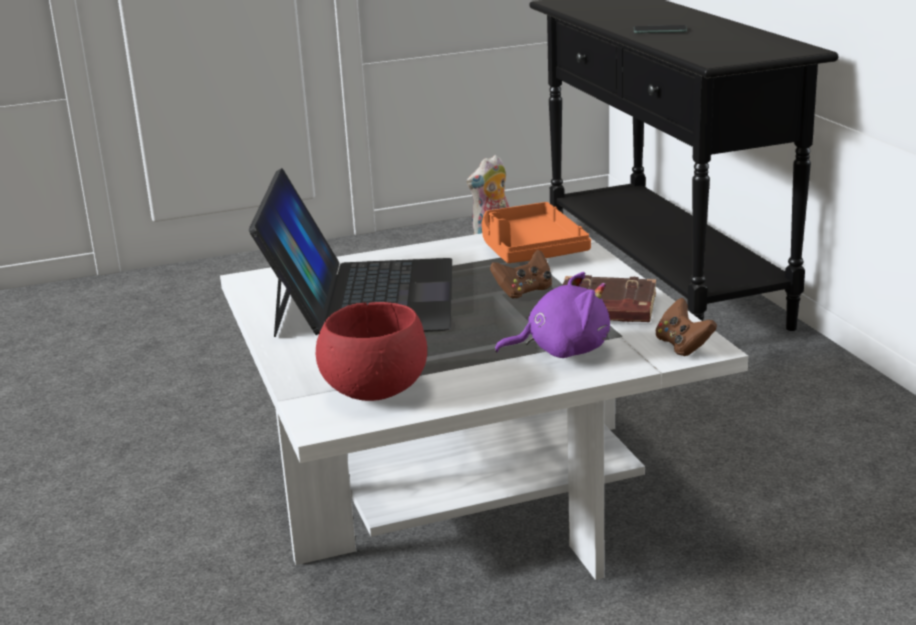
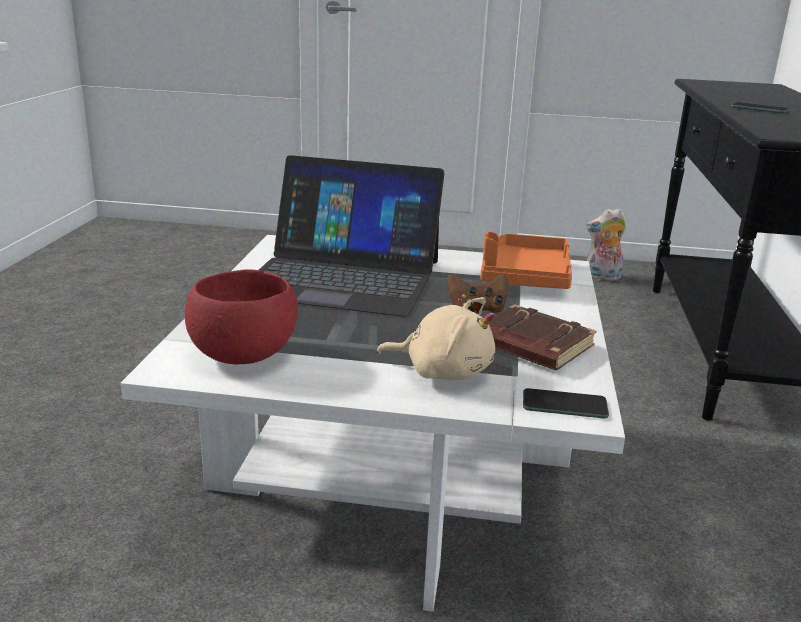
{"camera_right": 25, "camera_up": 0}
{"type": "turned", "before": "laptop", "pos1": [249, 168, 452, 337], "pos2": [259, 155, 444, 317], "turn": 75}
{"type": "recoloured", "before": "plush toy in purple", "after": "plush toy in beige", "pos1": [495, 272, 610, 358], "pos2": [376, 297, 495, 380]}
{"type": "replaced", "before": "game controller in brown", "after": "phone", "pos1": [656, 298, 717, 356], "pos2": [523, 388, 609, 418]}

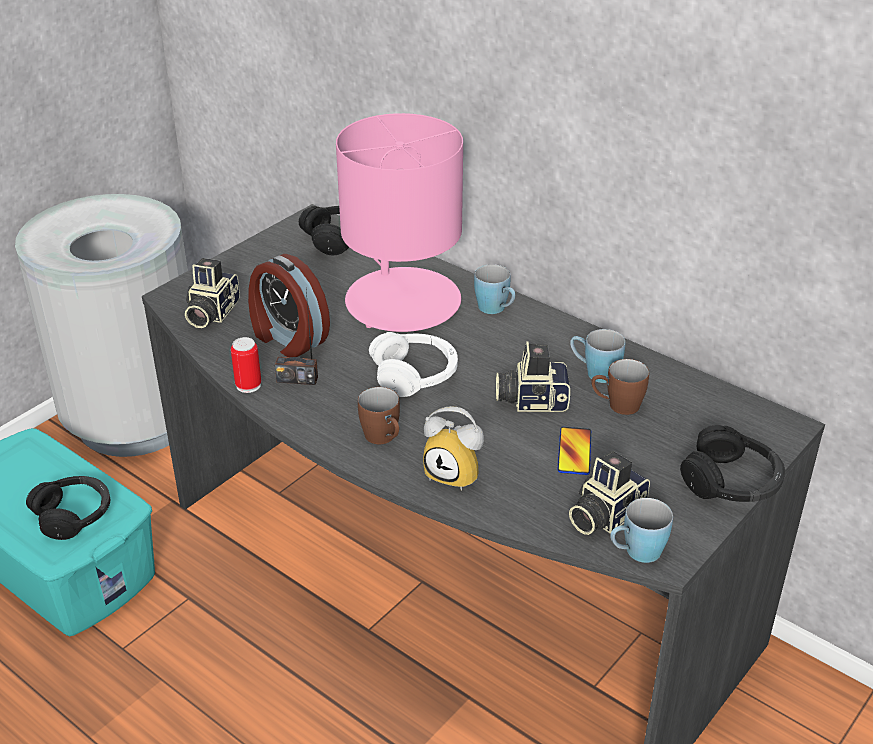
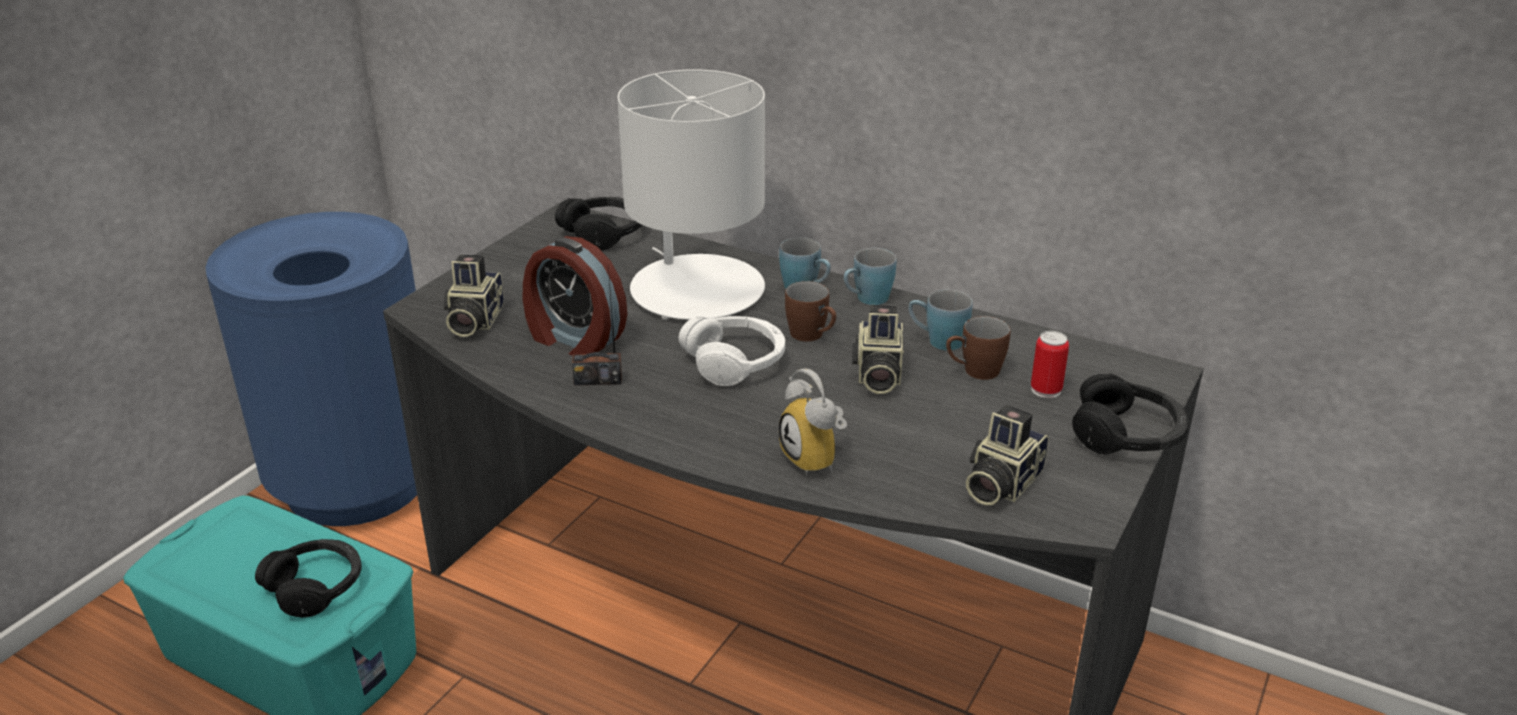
{"camera_right": -10, "camera_up": -5}
{"type": "recoloured", "before": "trash can in grey", "after": "trash can in blue", "pos1": [15, 194, 188, 457], "pos2": [206, 212, 417, 526]}
{"type": "recoloured", "before": "table lamp in pink", "after": "table lamp in white", "pos1": [336, 113, 463, 332], "pos2": [617, 69, 765, 320]}
{"type": "turned", "before": "alarm clock", "pos1": [423, 406, 484, 491], "pos2": [779, 368, 847, 476], "turn": 45}
{"type": "moved", "before": "mug in brown", "pos1": [358, 387, 400, 444], "pos2": [785, 281, 836, 342]}
{"type": "moved", "before": "mug in blue", "pos1": [610, 498, 673, 563], "pos2": [844, 248, 896, 305]}
{"type": "turned", "before": "photo camera", "pos1": [496, 341, 570, 412], "pos2": [852, 305, 904, 394], "turn": -75}
{"type": "moved", "before": "can", "pos1": [231, 337, 261, 393], "pos2": [1031, 331, 1069, 398]}
{"type": "removed", "before": "phone", "pos1": [557, 427, 591, 475]}

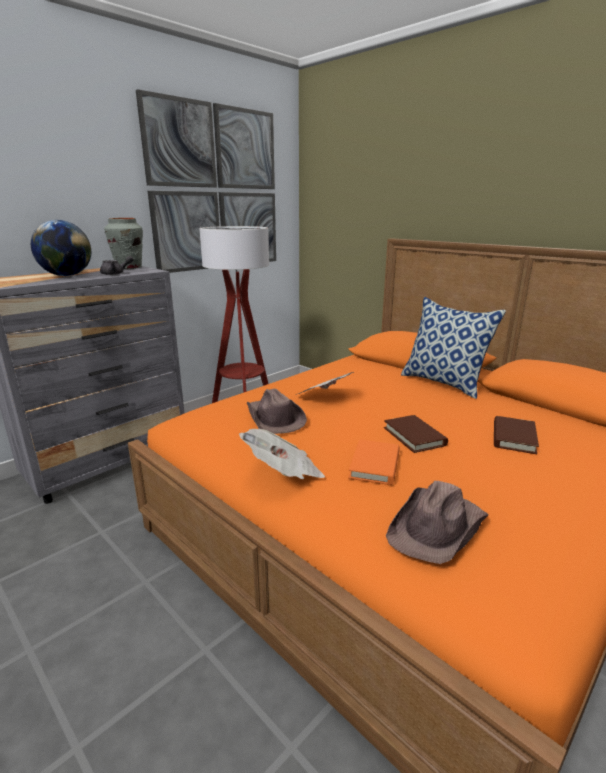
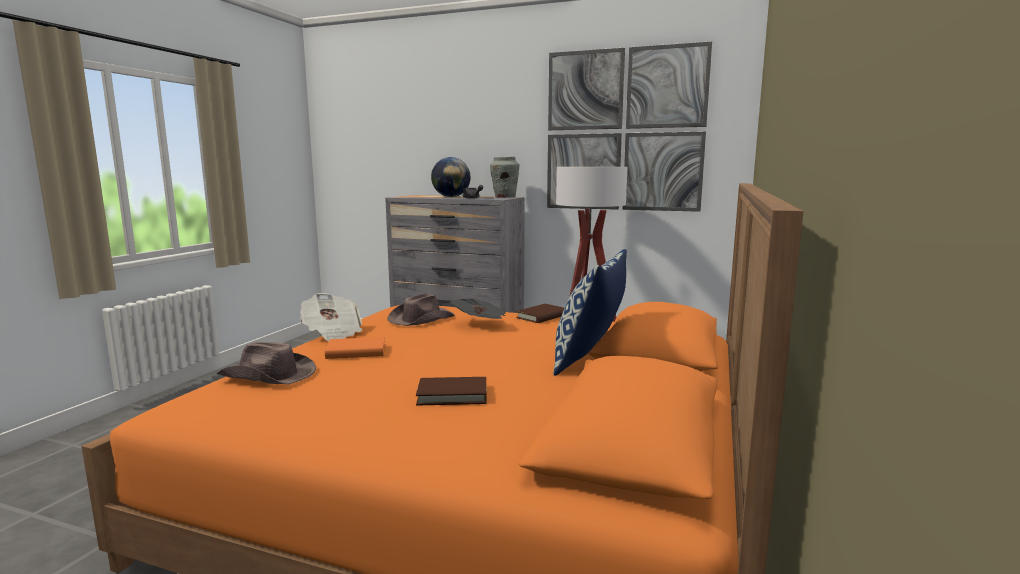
{"camera_right": 65, "camera_up": -10}
{"type": "moved", "before": "book in brown", "pos1": [384, 415, 448, 453], "pos2": [516, 304, 564, 323]}

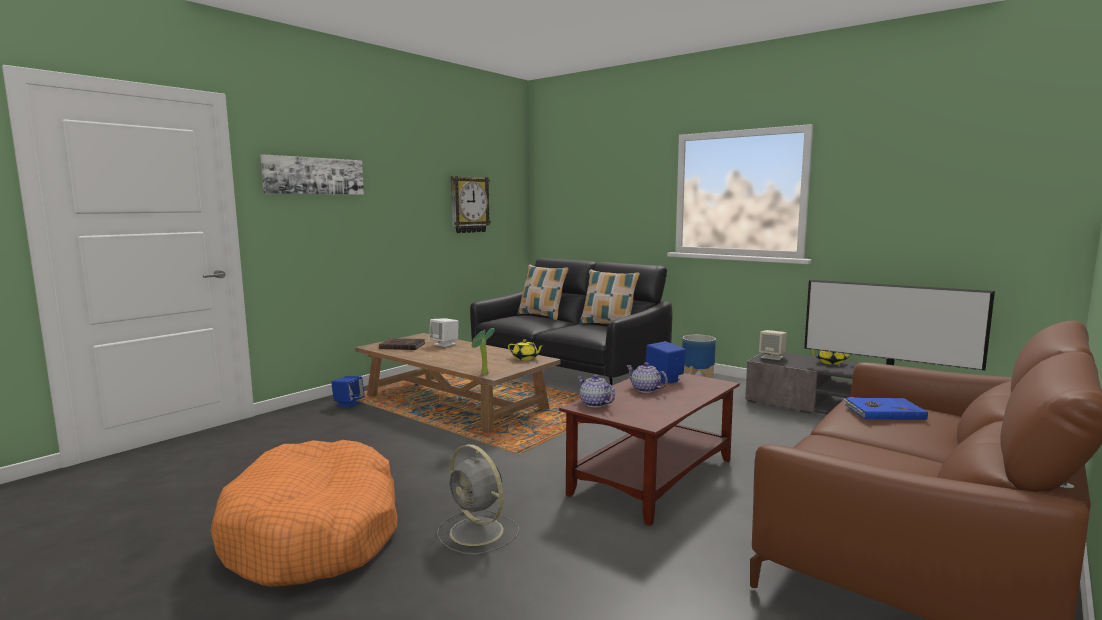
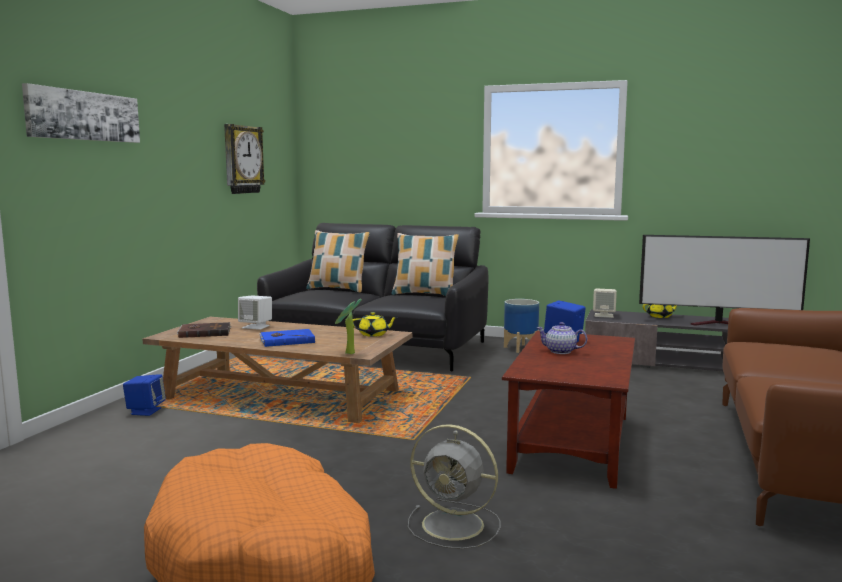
{"camera_right": -20, "camera_up": 0}
{"type": "moved", "before": "book in blue", "pos1": [843, 398, 928, 420], "pos2": [259, 329, 315, 347]}
{"type": "removed", "before": "teapot", "pos1": [577, 375, 615, 407]}

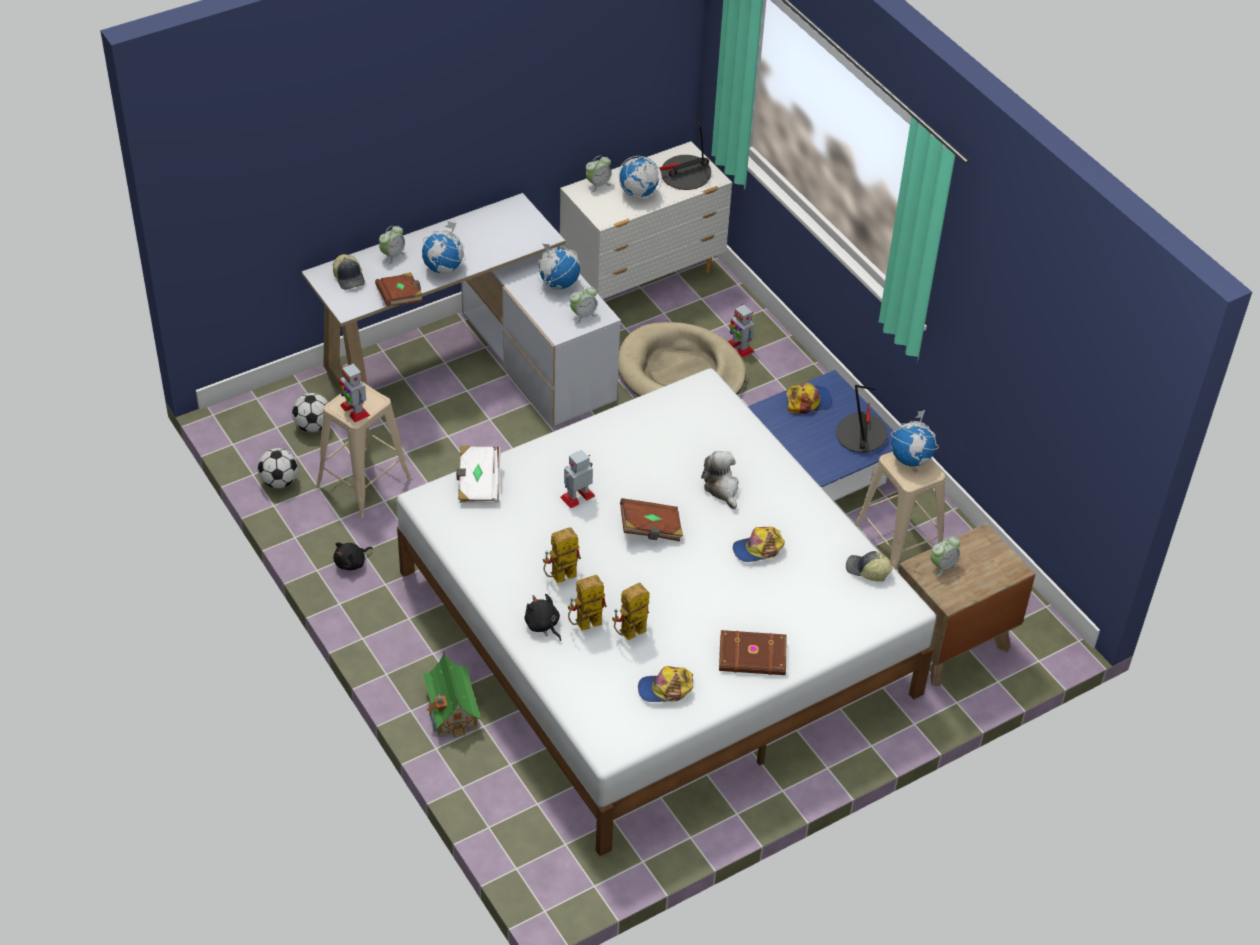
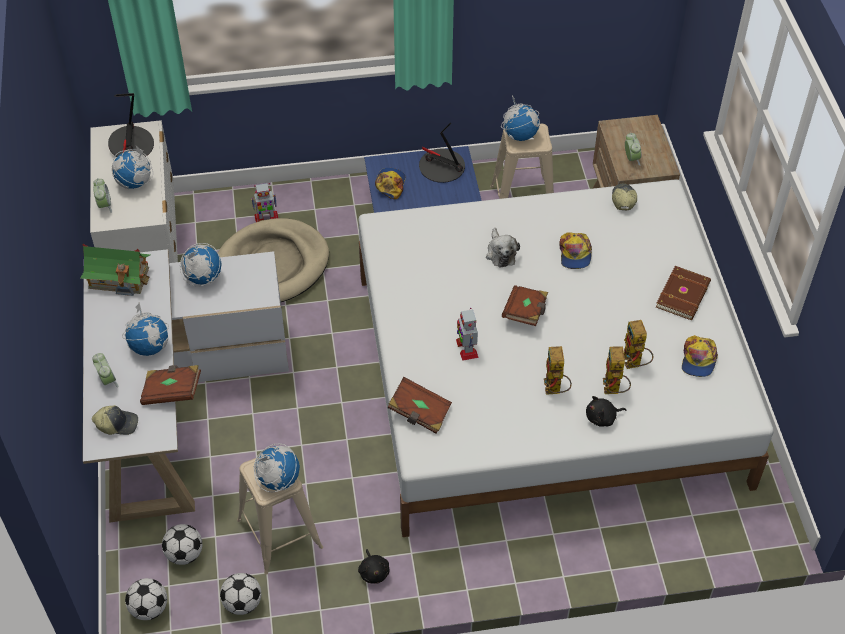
{"camera_right": -65, "camera_up": 5}
{"type": "moved", "before": "toy house", "pos1": [422, 653, 483, 737], "pos2": [80, 243, 150, 296]}
{"type": "added", "after": "football", "pos2": [125, 578, 167, 620]}
{"type": "replaced", "before": "toy robot", "after": "globe", "pos1": [340, 362, 370, 422], "pos2": [254, 443, 300, 492]}
{"type": "recoloured", "before": "book in white", "after": "book in brown", "pos1": [456, 446, 501, 503], "pos2": [387, 377, 452, 433]}
{"type": "turned", "before": "plush toy", "pos1": [701, 451, 739, 510], "pos2": [486, 228, 520, 268], "turn": -105}
{"type": "turned", "before": "cap", "pos1": [846, 551, 893, 582], "pos2": [612, 183, 637, 211], "turn": 135}
{"type": "removed", "before": "alarm clock", "pos1": [570, 286, 597, 323]}

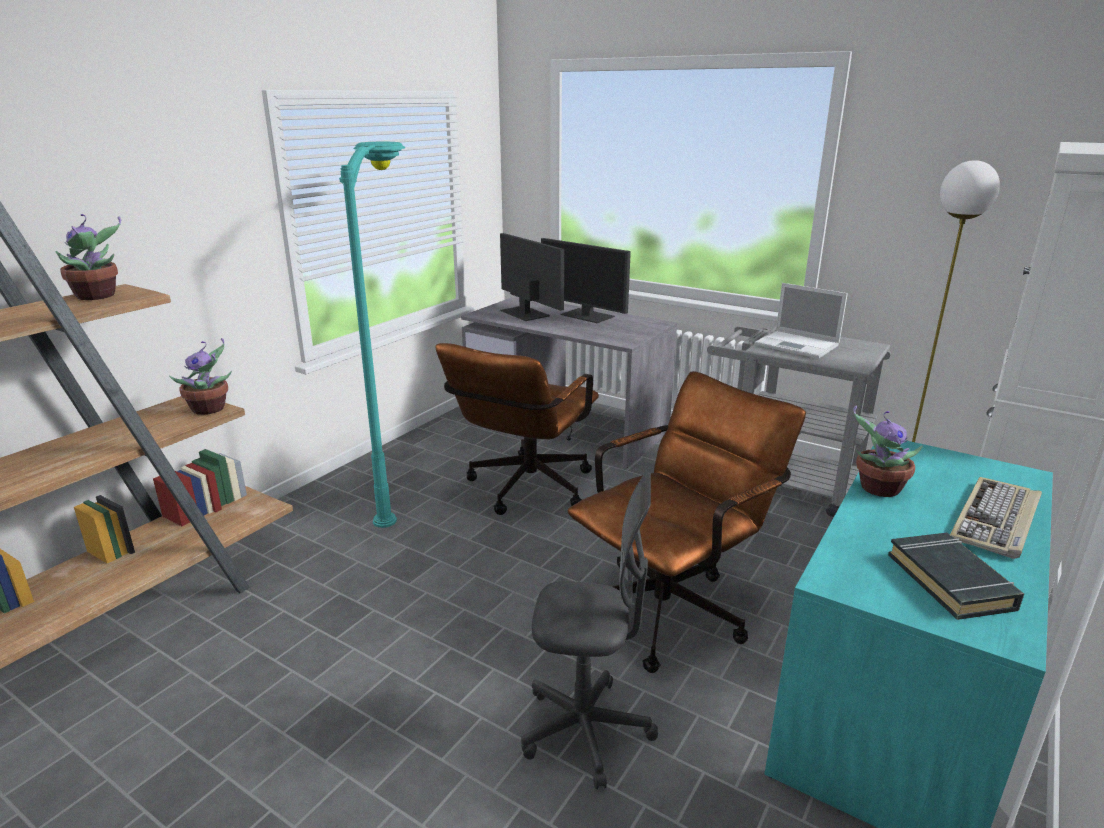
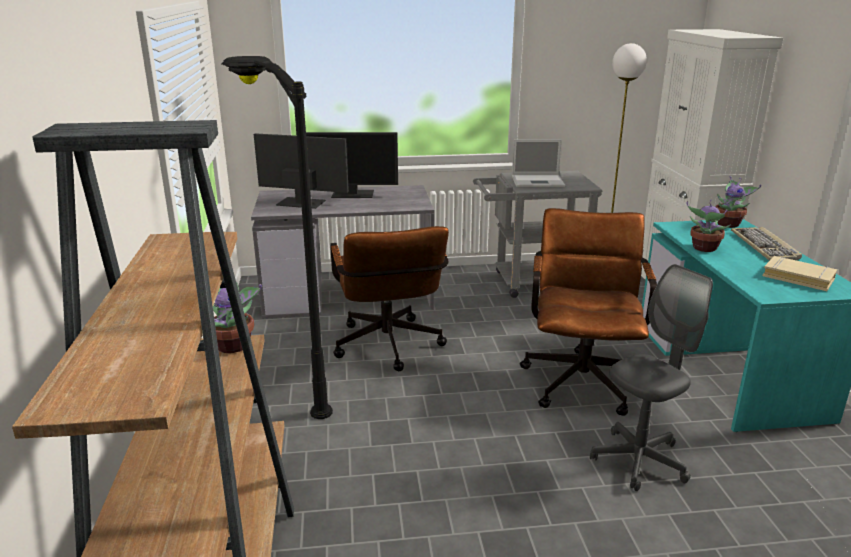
{"camera_right": -40, "camera_up": 0}
{"type": "recoloured", "before": "floor lamp in turquoise", "after": "floor lamp in black", "pos1": [339, 142, 405, 528], "pos2": [221, 56, 333, 419]}
{"type": "moved", "before": "potted plant", "pos1": [55, 214, 121, 300], "pos2": [716, 176, 761, 228]}
{"type": "recoloured", "before": "book in black", "after": "book in beige", "pos1": [888, 533, 1024, 620], "pos2": [763, 256, 837, 291]}

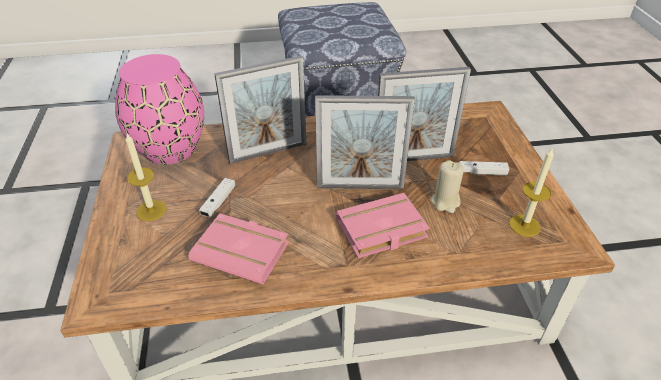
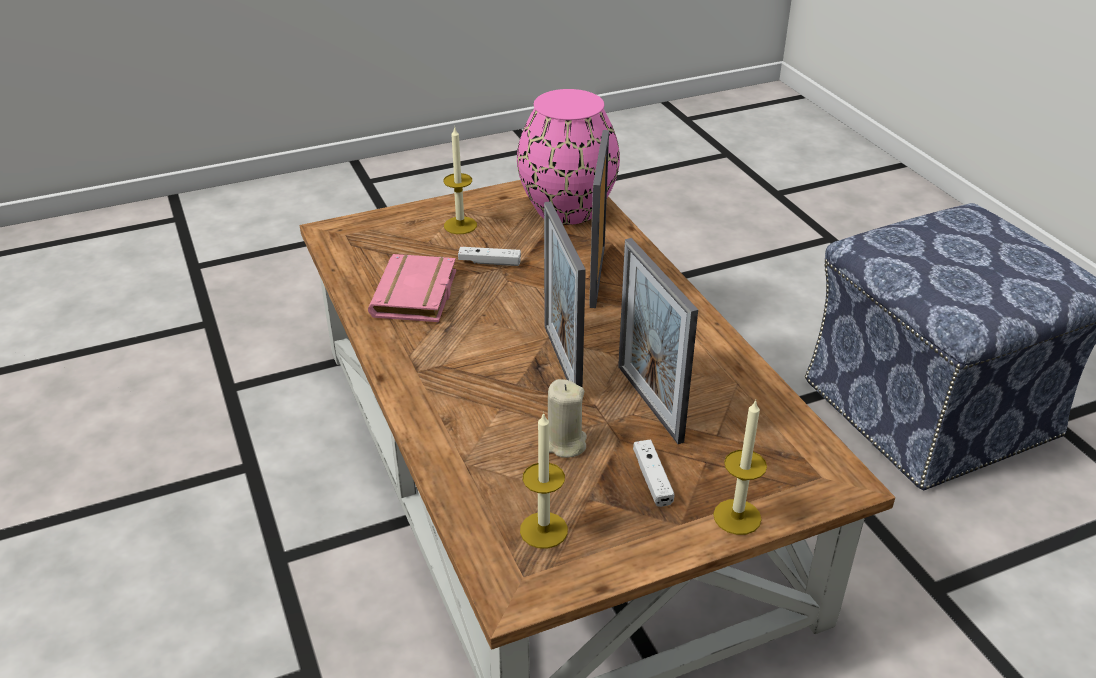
{"camera_right": 75, "camera_up": -5}
{"type": "turned", "before": "picture frame", "pos1": [214, 56, 306, 164], "pos2": [589, 130, 609, 308], "turn": 45}
{"type": "added", "after": "candle", "pos2": [713, 400, 767, 535]}
{"type": "removed", "before": "book in pink", "pos1": [336, 193, 430, 258]}

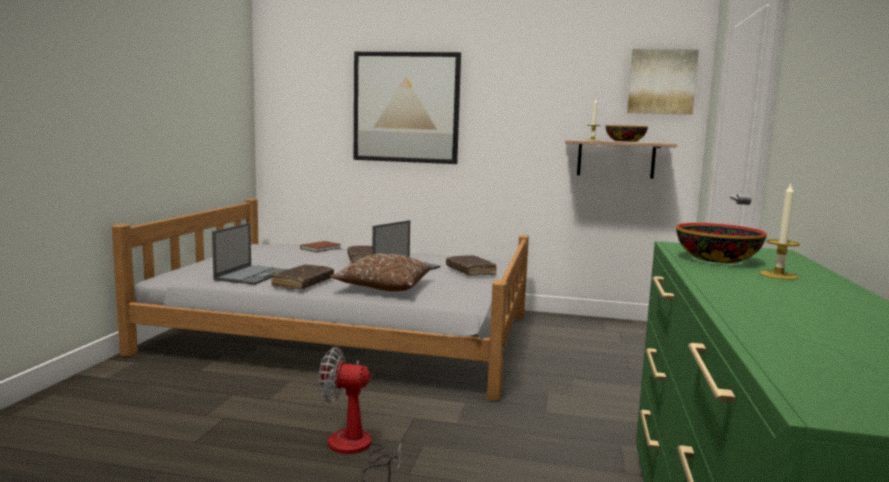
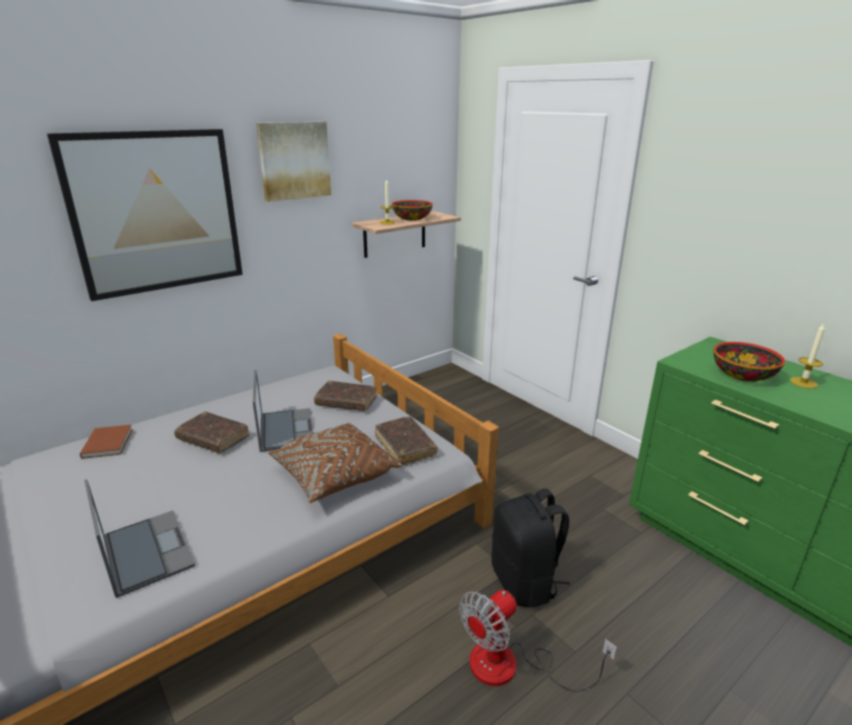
{"camera_right": -50, "camera_up": 15}
{"type": "moved", "before": "picture", "pos1": [627, 49, 699, 115], "pos2": [256, 122, 331, 202]}
{"type": "moved", "before": "book in brown", "pos1": [271, 264, 334, 290], "pos2": [375, 416, 438, 466]}
{"type": "added", "after": "backpack in black", "pos2": [491, 488, 570, 607]}

